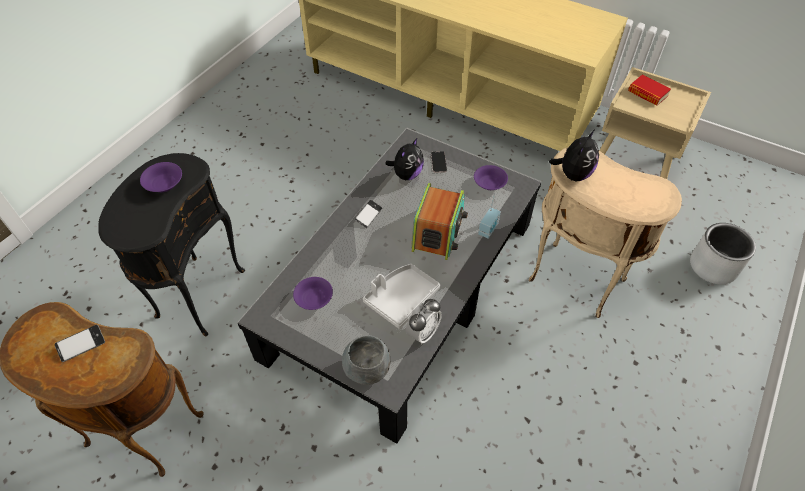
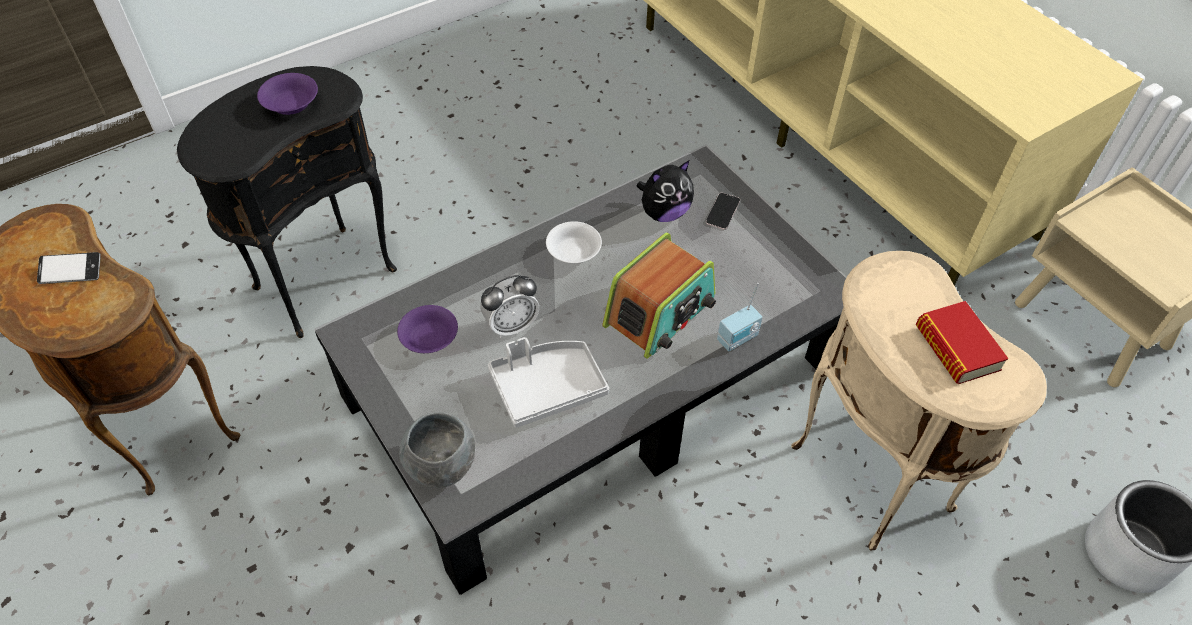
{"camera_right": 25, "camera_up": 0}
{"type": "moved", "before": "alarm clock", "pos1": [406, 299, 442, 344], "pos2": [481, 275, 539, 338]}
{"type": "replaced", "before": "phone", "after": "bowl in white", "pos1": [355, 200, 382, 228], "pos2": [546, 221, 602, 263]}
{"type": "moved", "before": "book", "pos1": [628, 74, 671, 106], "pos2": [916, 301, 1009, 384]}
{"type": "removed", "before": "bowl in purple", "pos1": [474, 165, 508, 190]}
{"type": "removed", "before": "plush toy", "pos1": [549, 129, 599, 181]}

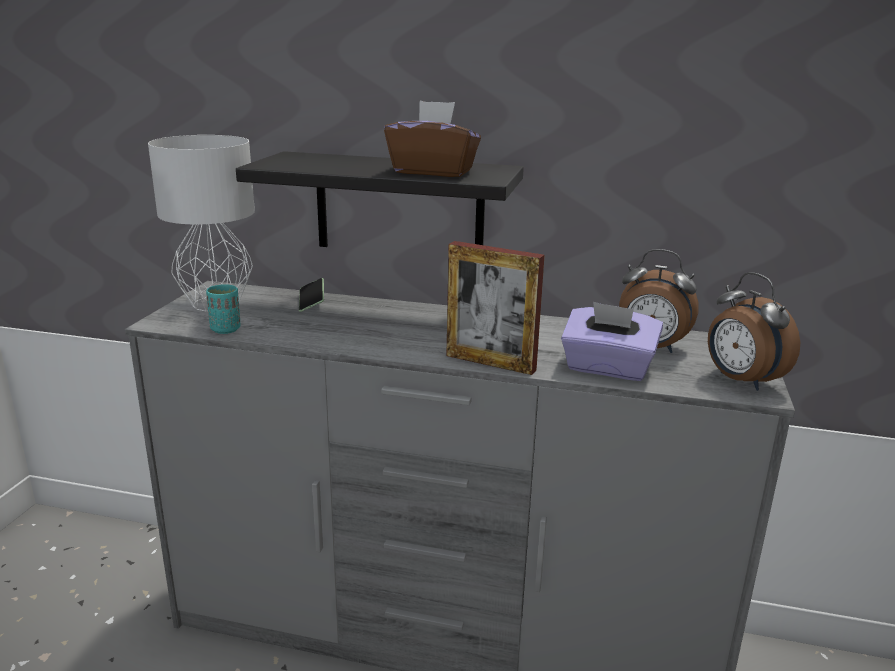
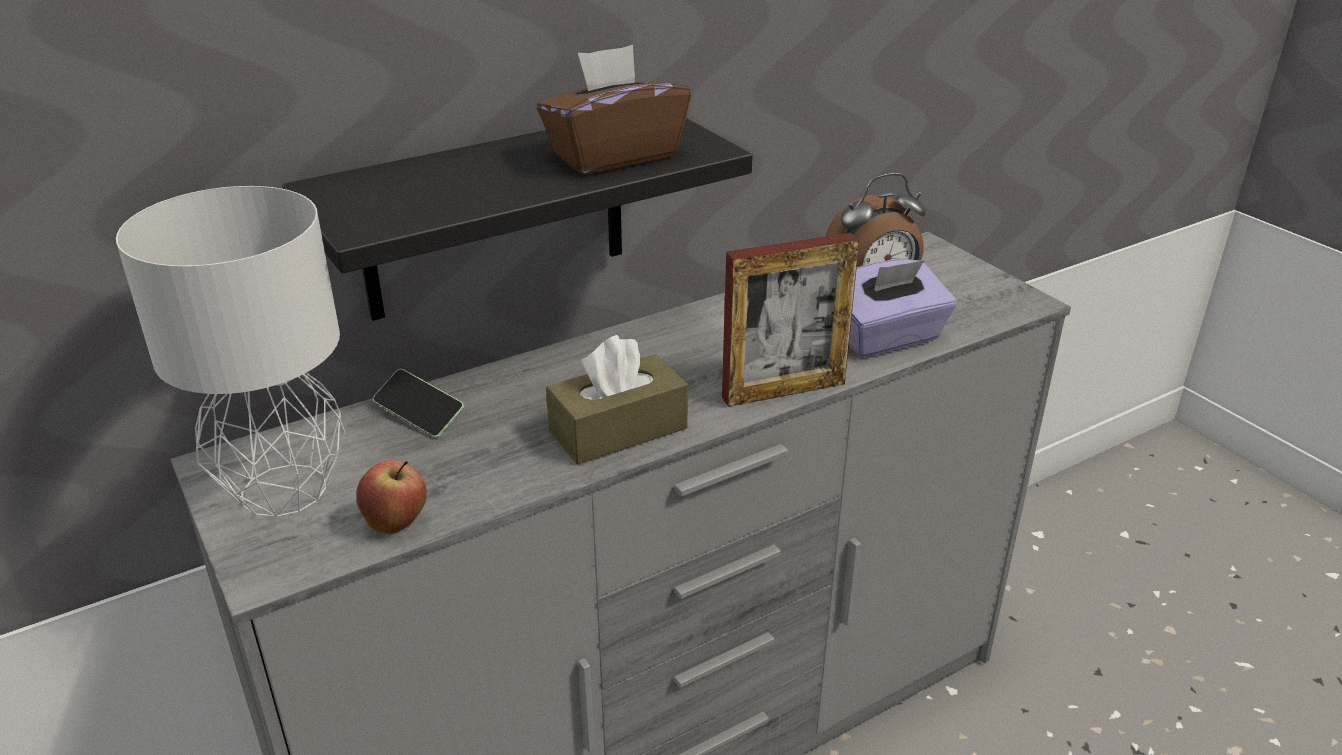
{"camera_right": -45, "camera_up": 10}
{"type": "replaced", "before": "cup in turquoise", "after": "apple", "pos1": [206, 284, 240, 334], "pos2": [356, 460, 427, 534]}
{"type": "added", "after": "tissue box in brown", "pos2": [546, 335, 688, 465]}
{"type": "removed", "before": "alarm clock", "pos1": [708, 272, 800, 391]}

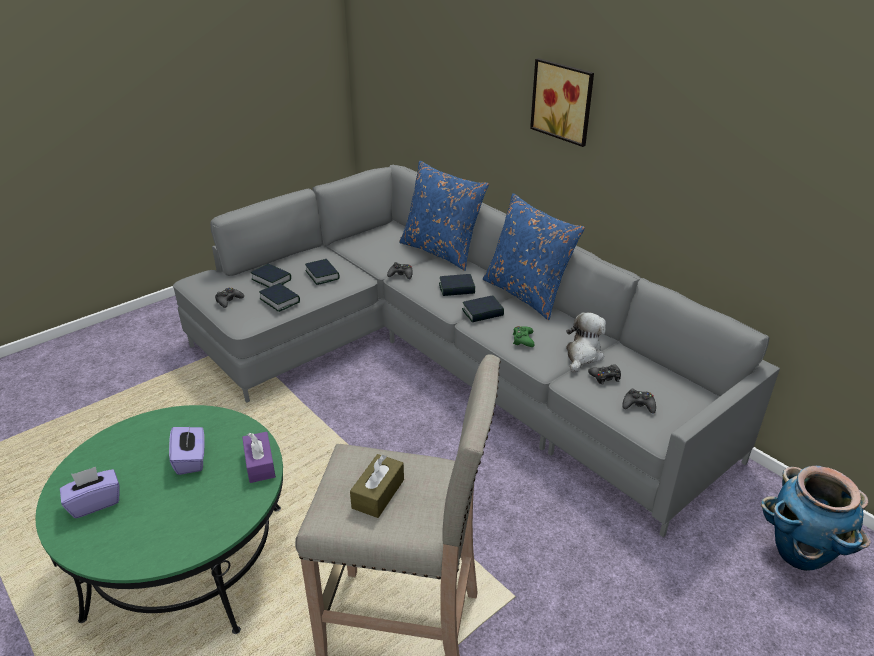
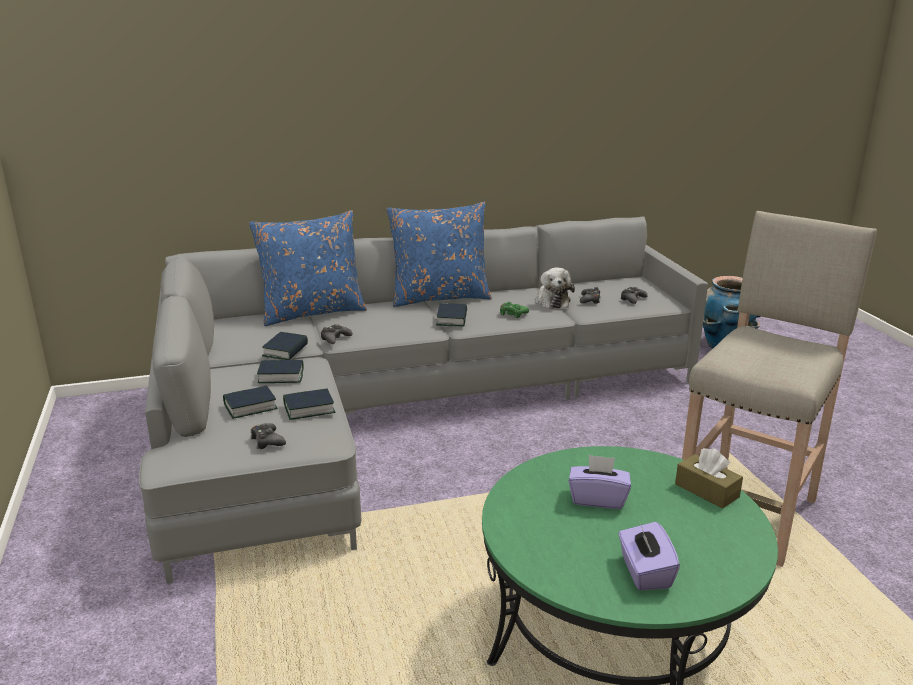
{"camera_right": -65, "camera_up": -10}
{"type": "moved", "before": "book", "pos1": [439, 274, 475, 296], "pos2": [262, 332, 308, 360]}
{"type": "turned", "before": "plush toy", "pos1": [566, 312, 606, 373], "pos2": [535, 267, 575, 309], "turn": -150}
{"type": "moved", "before": "tissue box in brown", "pos1": [350, 454, 404, 518], "pos2": [675, 448, 743, 509]}
{"type": "removed", "before": "tissue box in purple", "pos1": [242, 432, 276, 483]}
{"type": "removed", "before": "picture", "pos1": [530, 58, 594, 147]}

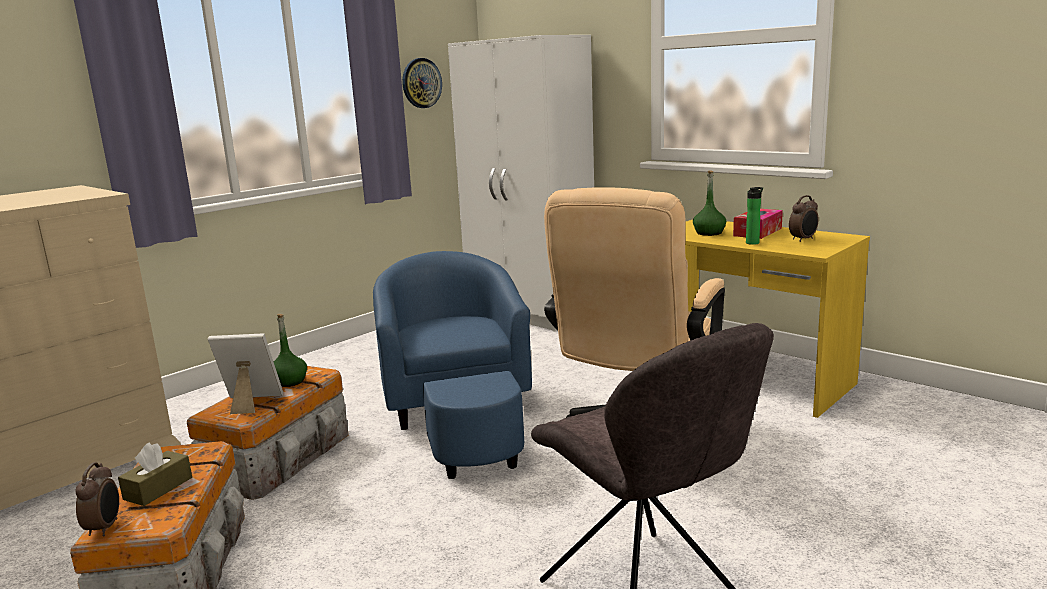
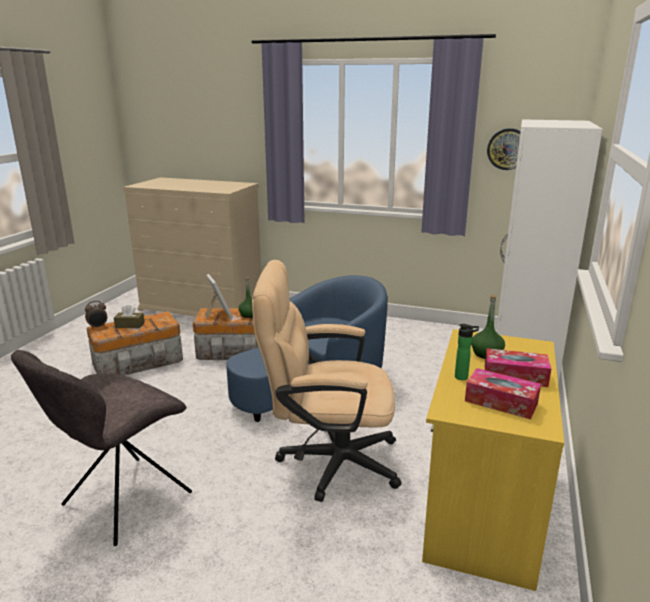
{"camera_right": 65, "camera_up": 5}
{"type": "replaced", "before": "alarm clock", "after": "tissue box", "pos1": [789, 195, 819, 242], "pos2": [465, 368, 541, 419]}

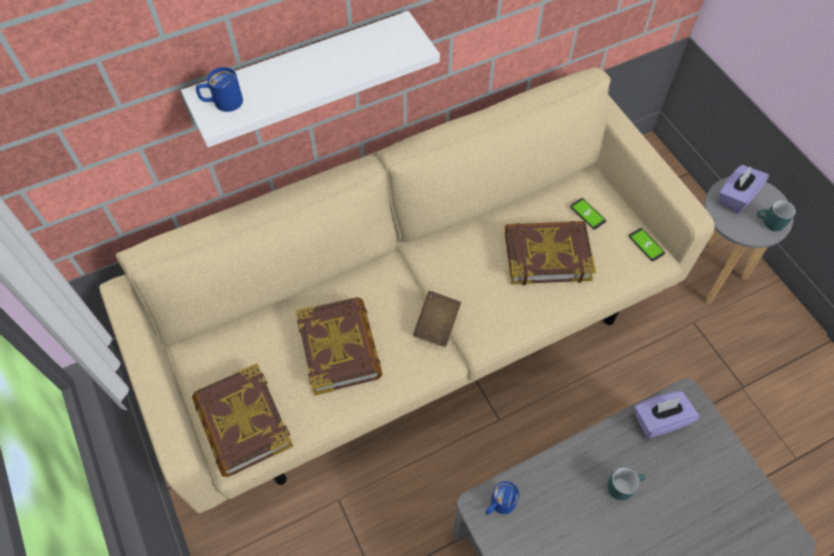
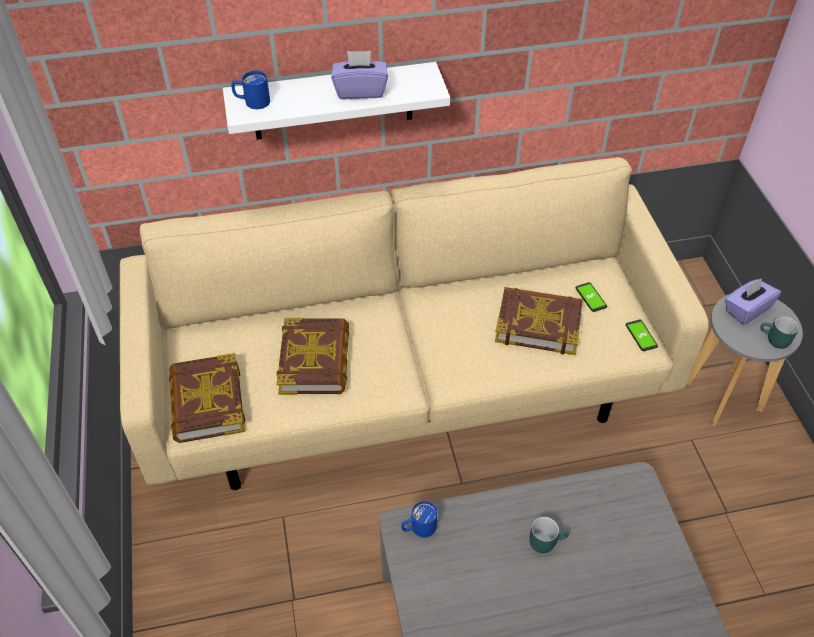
{"camera_right": 15, "camera_up": -10}
{"type": "moved", "before": "tissue box in purple", "pos1": [634, 391, 700, 439], "pos2": [332, 51, 388, 99]}
{"type": "removed", "before": "book in brown", "pos1": [413, 291, 461, 347]}

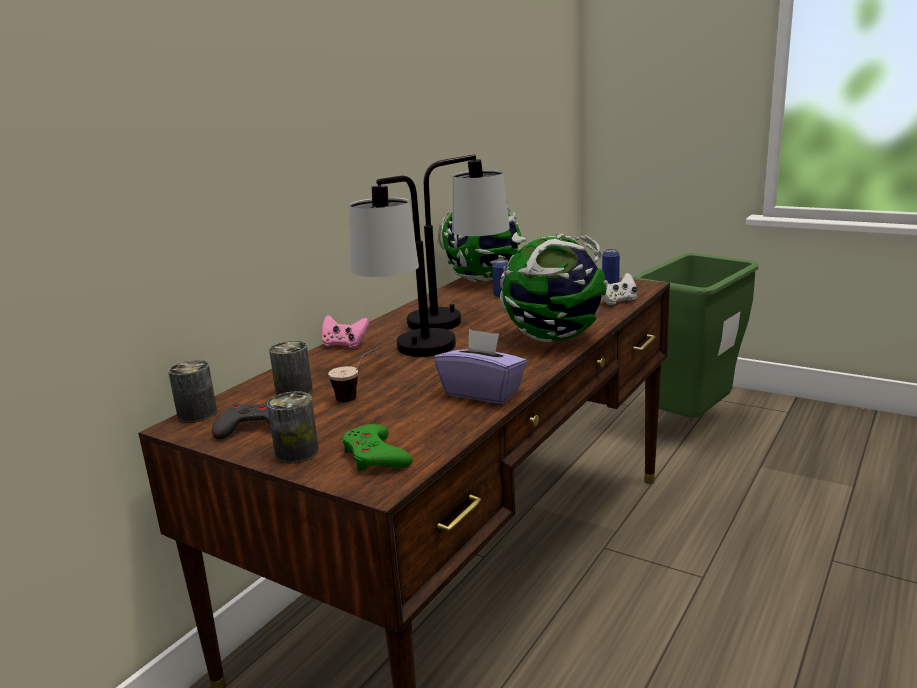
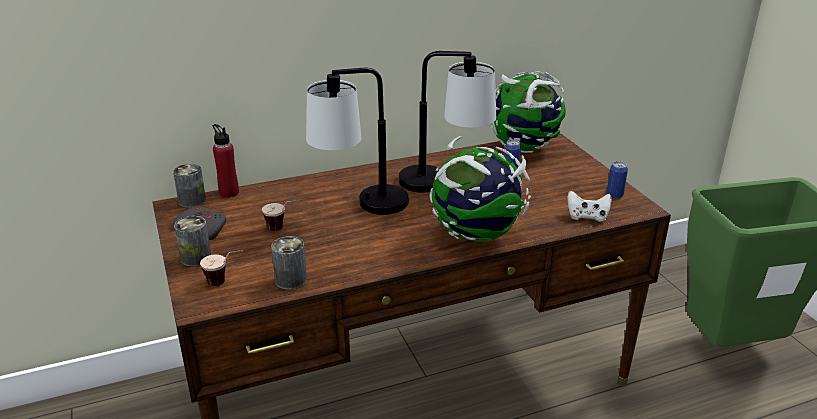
{"camera_right": 35, "camera_up": 10}
{"type": "replaced", "before": "game controller in green", "after": "cup", "pos1": [342, 424, 413, 471], "pos2": [200, 250, 244, 286]}
{"type": "added", "after": "bottle in red", "pos2": [212, 124, 239, 198]}
{"type": "moved", "before": "can", "pos1": [269, 341, 313, 395], "pos2": [271, 236, 307, 290]}
{"type": "removed", "before": "game controller in pink", "pos1": [322, 315, 369, 348]}
{"type": "removed", "before": "tissue box in purple", "pos1": [434, 329, 527, 404]}

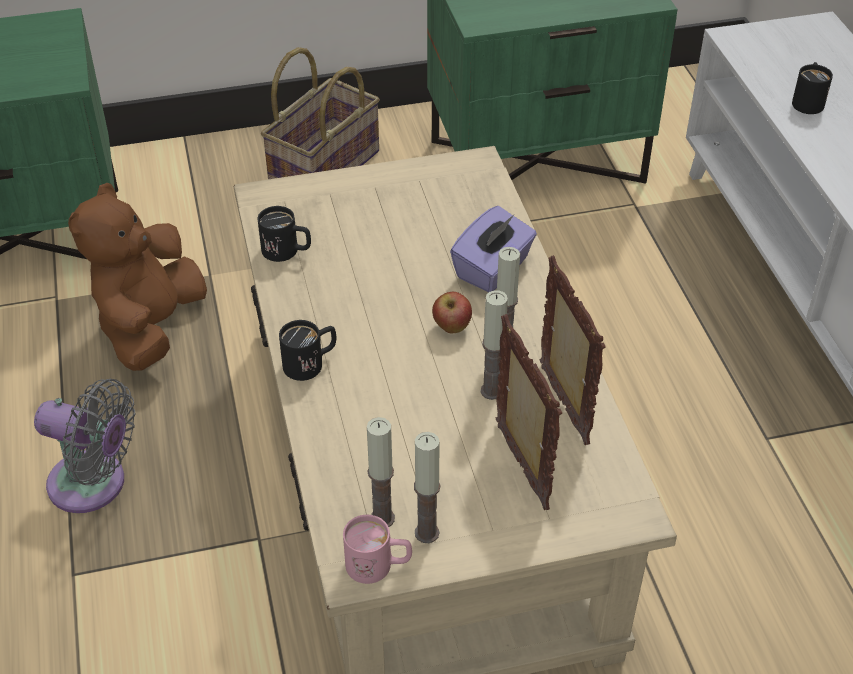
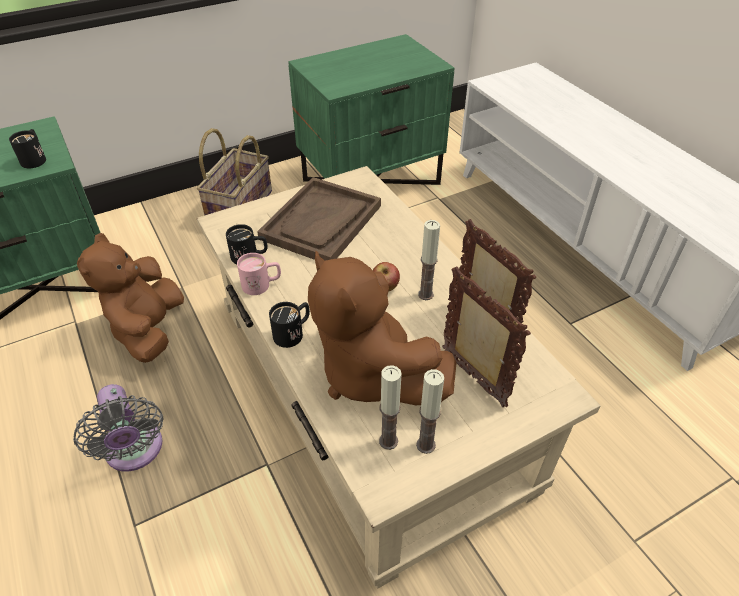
{"camera_right": -15, "camera_up": 0}
{"type": "moved", "before": "mug in black", "pos1": [792, 62, 833, 114], "pos2": [9, 129, 46, 168]}
{"type": "turned", "before": "fan in grey", "pos1": [34, 379, 135, 513], "pos2": [73, 384, 164, 472], "turn": 60}
{"type": "moved", "before": "mug in pink", "pos1": [343, 515, 412, 584], "pos2": [237, 253, 281, 295]}
{"type": "added", "after": "tray in brown", "pos2": [257, 177, 381, 261]}
{"type": "added", "after": "plush toy in brown", "pos2": [308, 251, 457, 405]}
{"type": "removed", "before": "tissue box in purple", "pos1": [450, 206, 537, 292]}
{"type": "removed", "before": "candle", "pos1": [480, 290, 508, 400]}

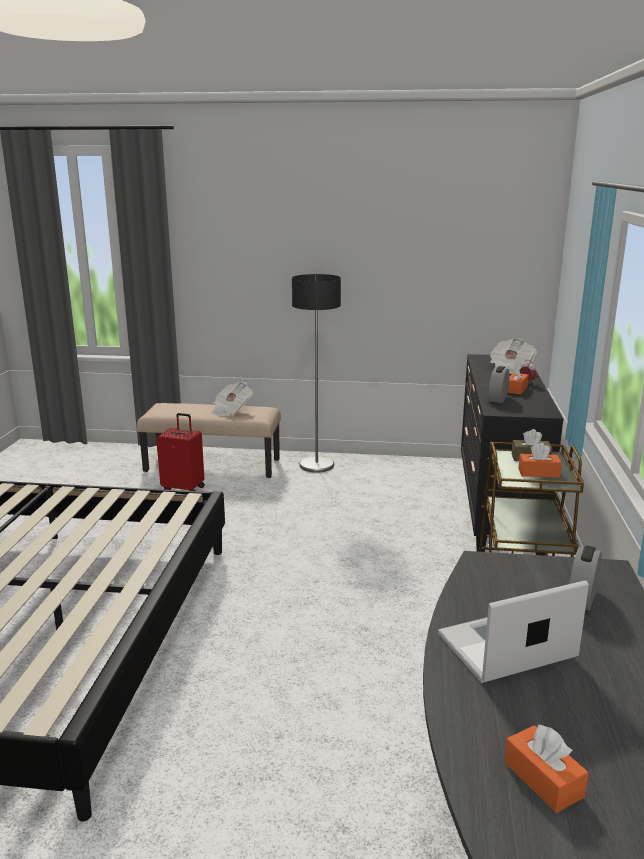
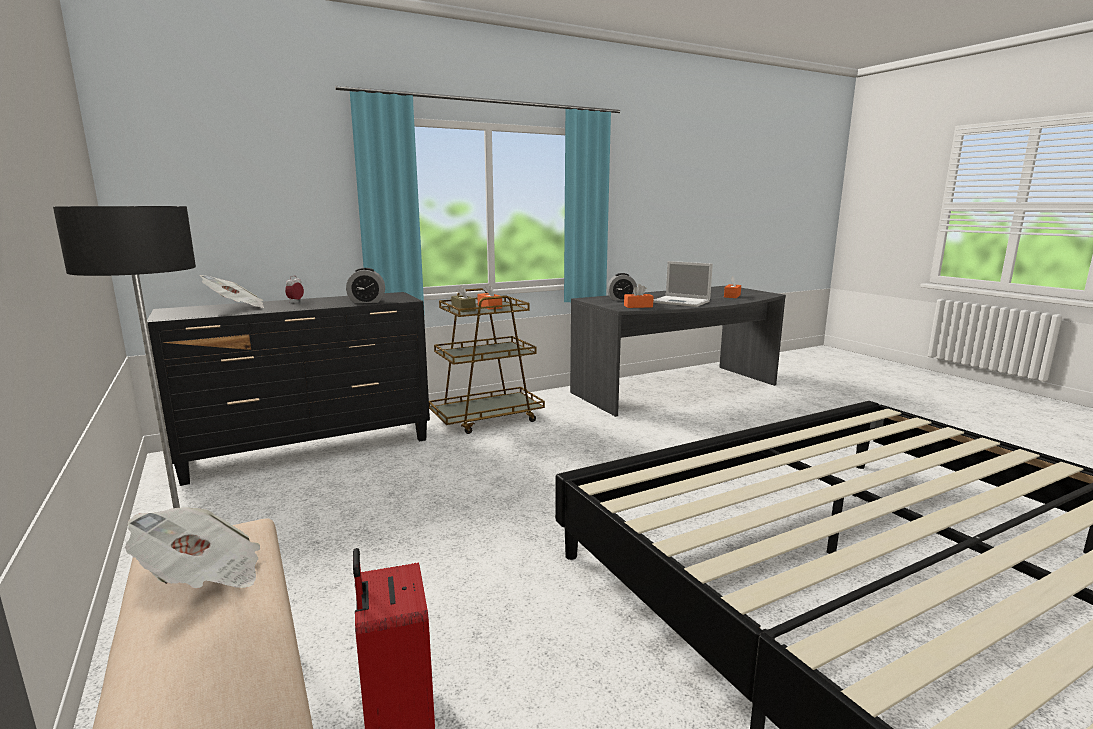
{"camera_right": -125, "camera_up": -5}
{"type": "moved", "before": "tissue box in orange", "pos1": [508, 365, 529, 395], "pos2": [624, 284, 654, 308]}

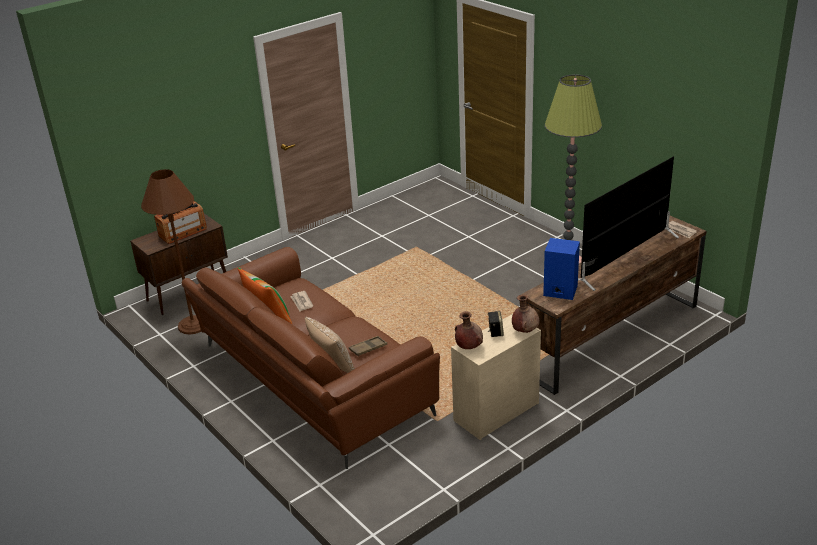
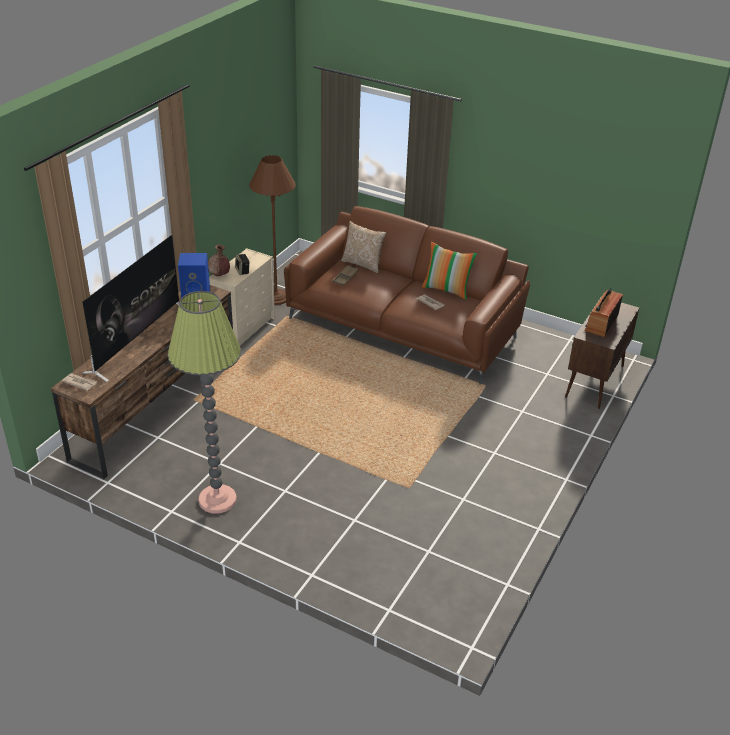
{"camera_right": 155, "camera_up": 5}
{"type": "moved", "before": "floor lamp in brown", "pos1": [141, 169, 202, 334], "pos2": [249, 155, 296, 305]}
{"type": "removed", "before": "vase in brown", "pos1": [455, 311, 483, 349]}

